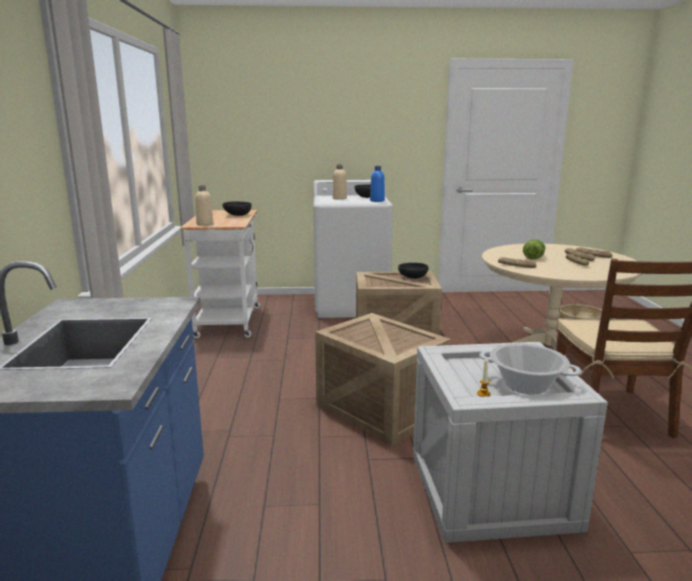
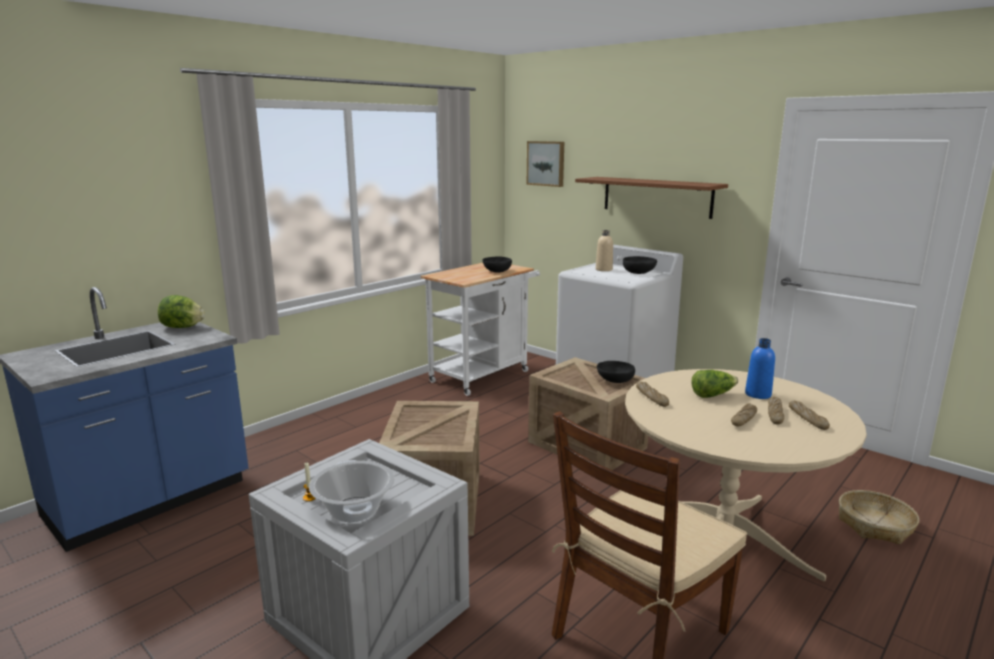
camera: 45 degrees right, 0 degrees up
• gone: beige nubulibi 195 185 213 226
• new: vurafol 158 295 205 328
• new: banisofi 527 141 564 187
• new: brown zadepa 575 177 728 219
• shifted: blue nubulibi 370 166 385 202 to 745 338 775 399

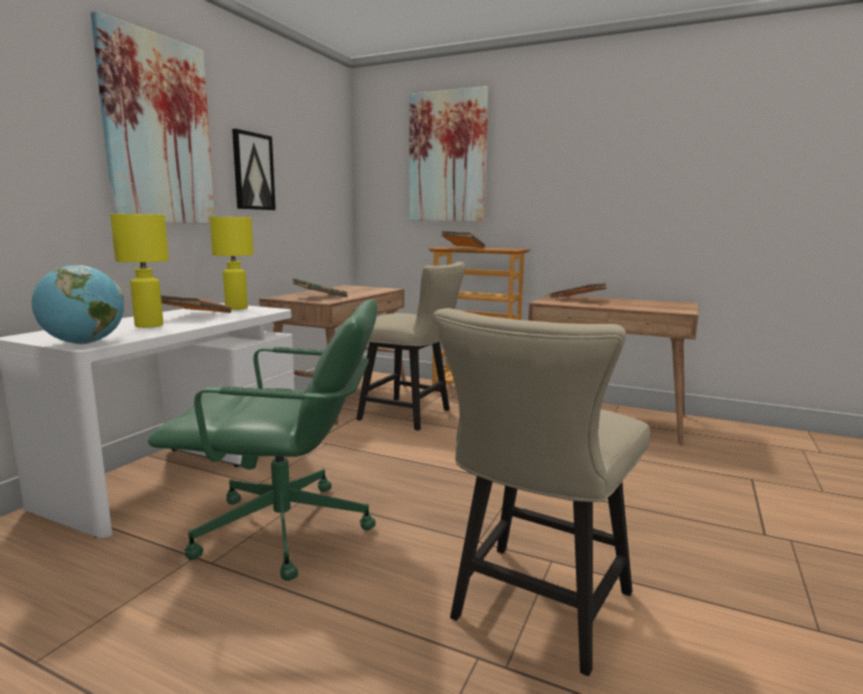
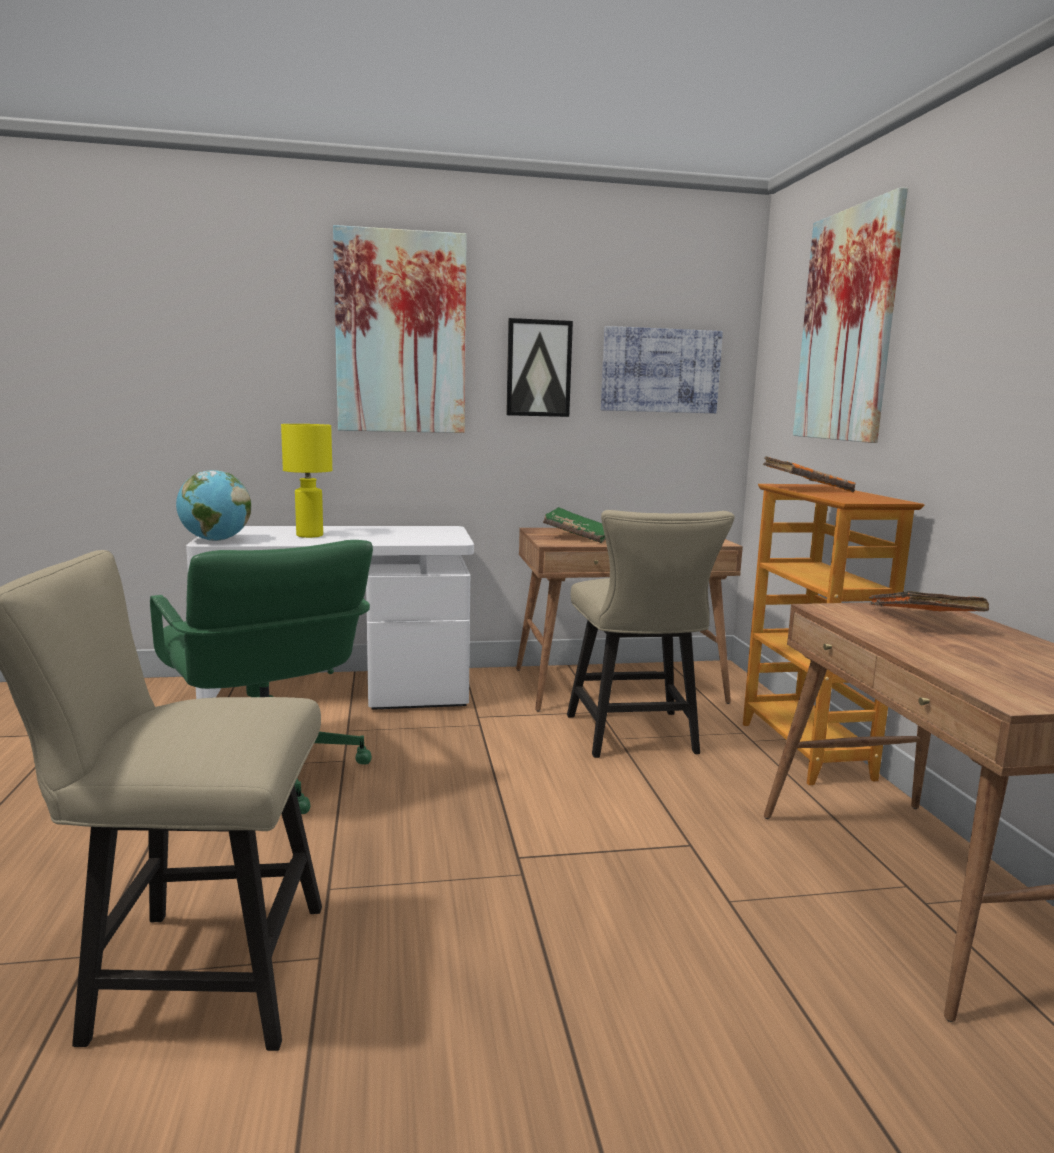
camera: 55 degrees right, 0 degrees up
• gone: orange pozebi 161 295 231 313
• gone: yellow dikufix 209 217 254 310
• new: banisofi 601 326 723 413

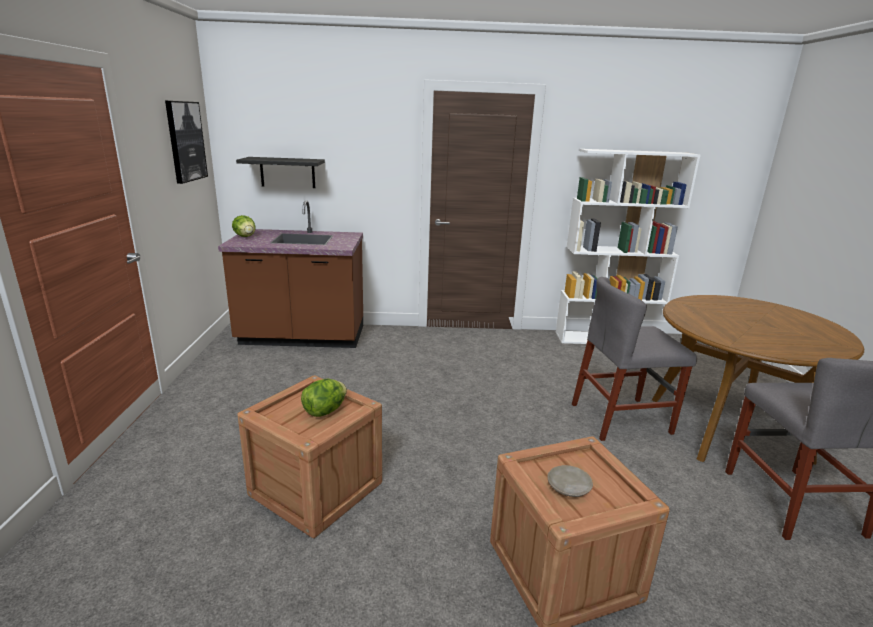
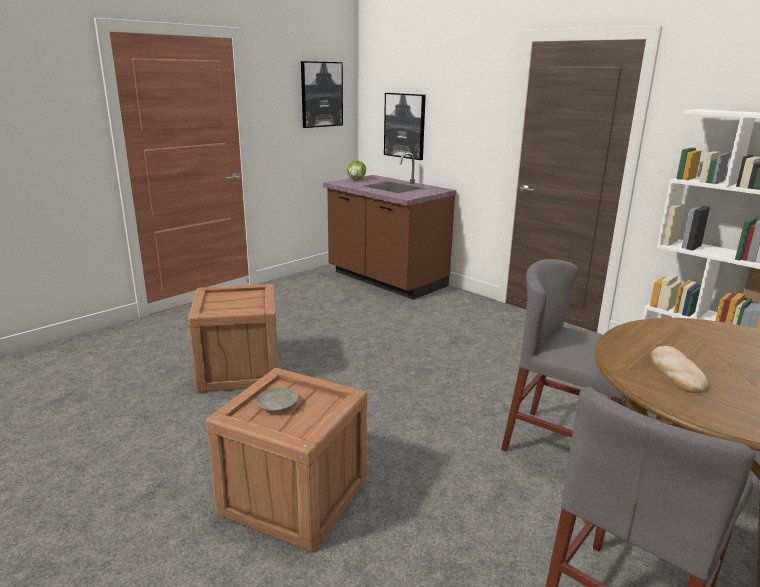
camera: 45 degrees right, 0 degrees up
• gone: vurafol 301 379 347 417
• new: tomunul 650 346 709 393
• swapped: black zadepa 236 157 325 188 to banisofi 384 93 426 160

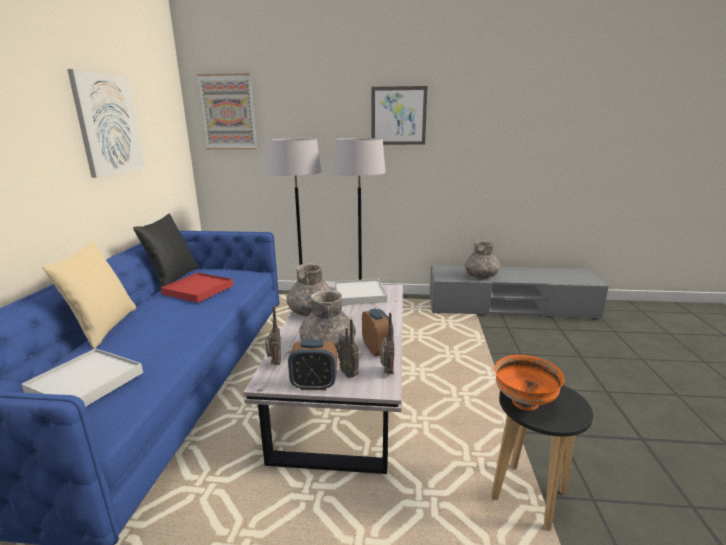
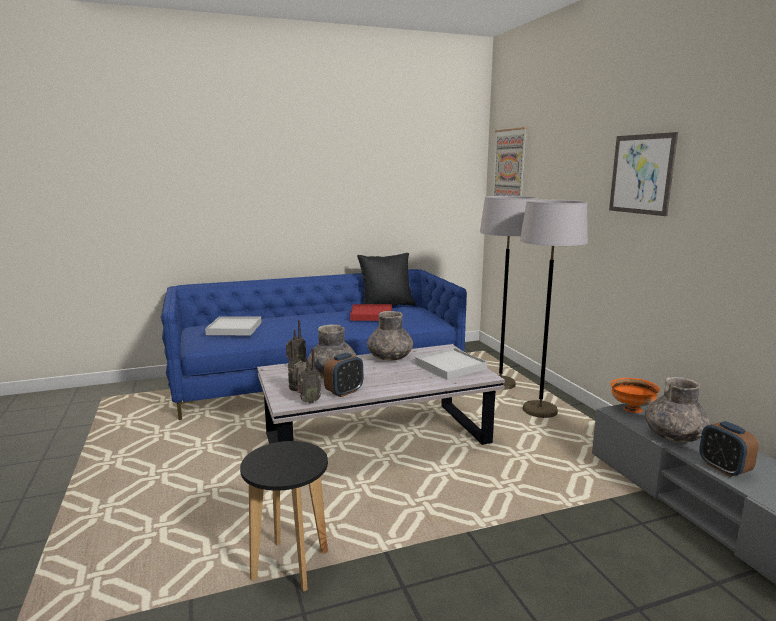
camera: 65 degrees right, 5 degrees down
• gone: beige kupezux 42 241 136 349
• gone: banisofi 67 69 145 178
• shifted: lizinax 288 340 337 390 to 699 421 759 477
• shifted: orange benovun 494 355 565 410 to 610 378 660 413

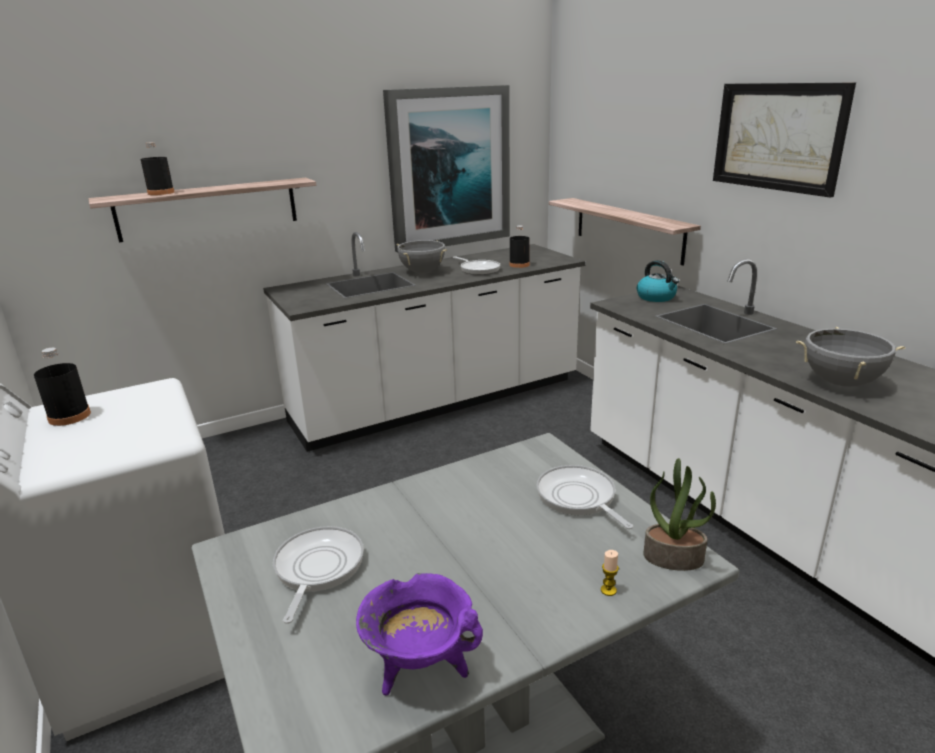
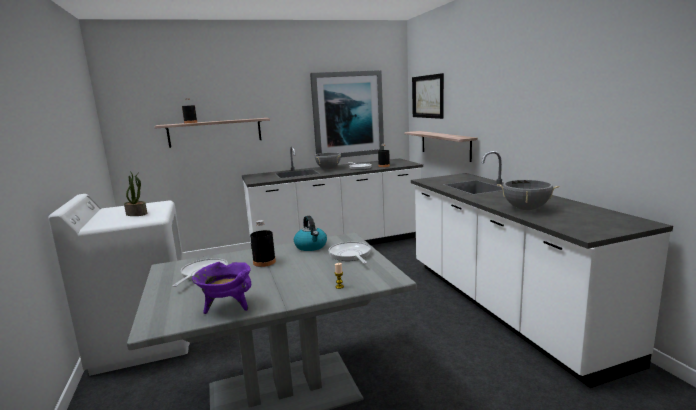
camera: 10 degrees right, 10 degrees down
• shifted: black nubulibi 34 348 91 426 to 250 220 276 267
• shifted: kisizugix 637 260 679 302 to 294 216 327 251
• shifted: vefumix 643 458 716 571 to 124 171 147 216
• shifted: banisofi 713 82 856 197 to 412 73 444 119

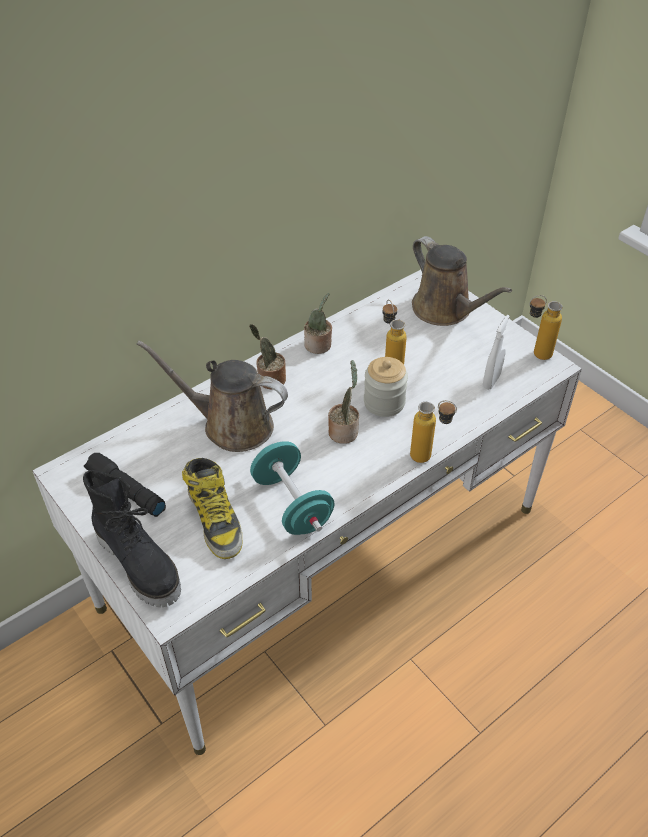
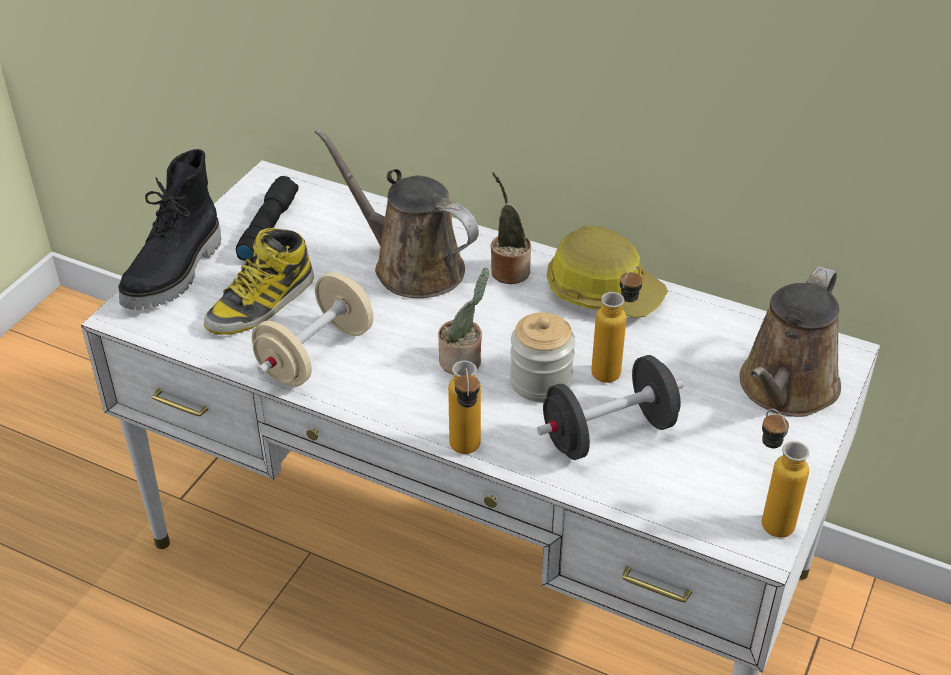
camera: 65 degrees right, 5 degrees down
• gone: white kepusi 483 315 510 390
• new: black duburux 537 355 684 460
• swapped: vefumix 304 293 332 354 to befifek 547 226 668 318
• repainted: turquoise duburux 250 441 335 535 to beige duburux 252 272 373 387
• rotated: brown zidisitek 137 340 288 452 = 315 128 479 298 45 degrees counterclockwise

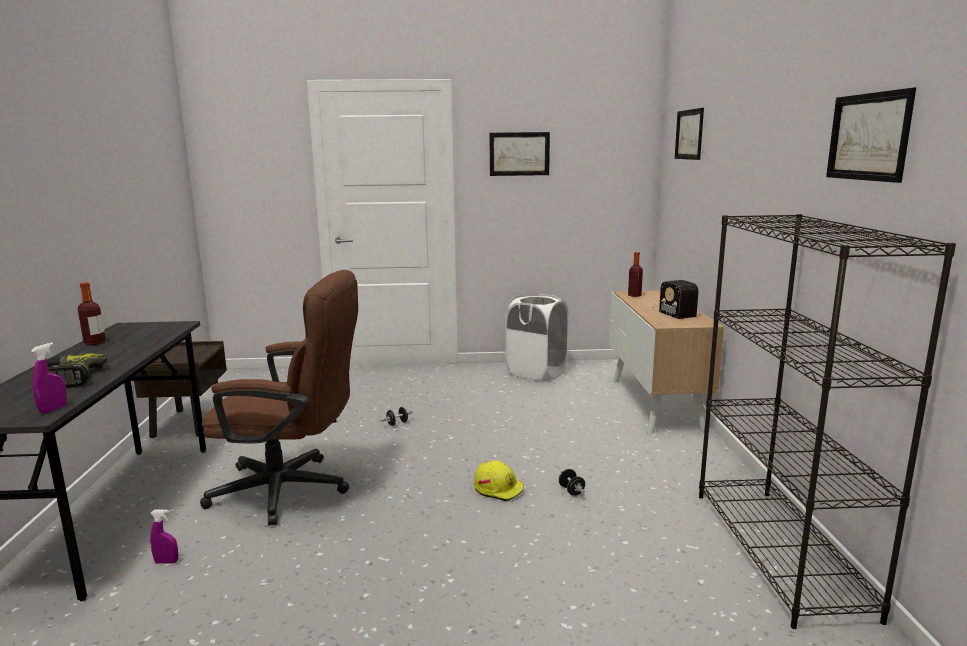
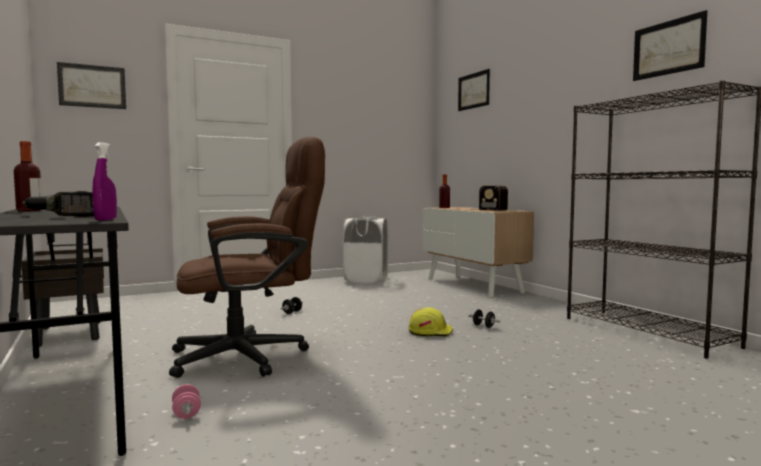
camera: 25 degrees left, 10 degrees down
• shifted: banisofi 489 132 550 176 to 57 62 126 109
• swapped: purple kepusi 150 510 178 564 to pink duburux 172 384 201 419

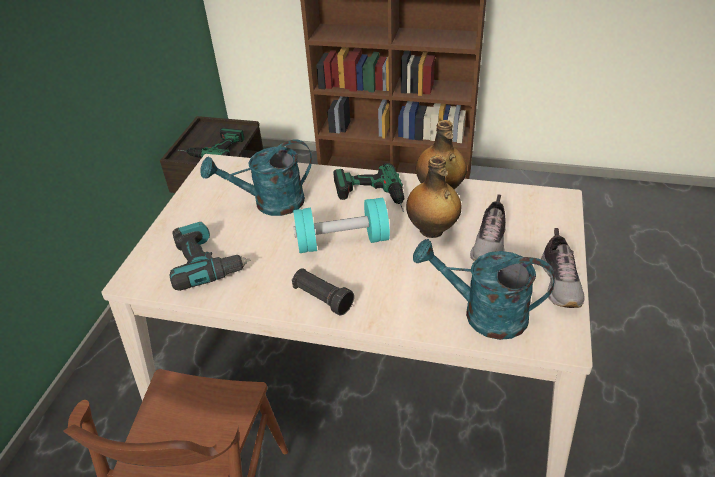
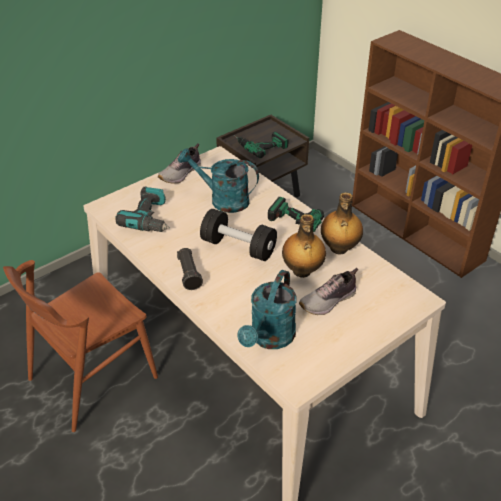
camera: 35 degrees right, 0 degrees up
• shifted: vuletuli 541 228 585 308 to 158 143 201 184
• repainted: turquoise duburux 293 198 390 253 to black duburux 200 209 277 261
• rotated: turquoise zidisitek 413 239 555 340 = 238 270 296 349 120 degrees counterclockwise

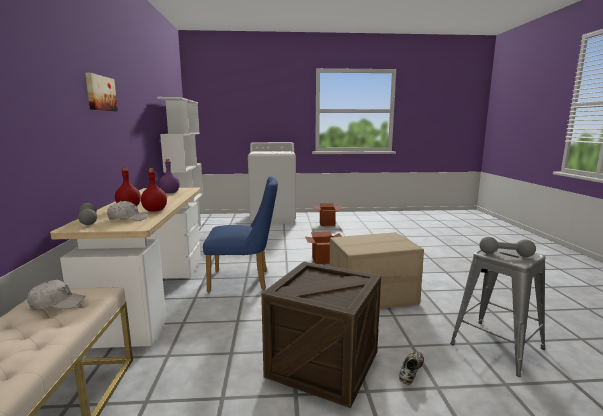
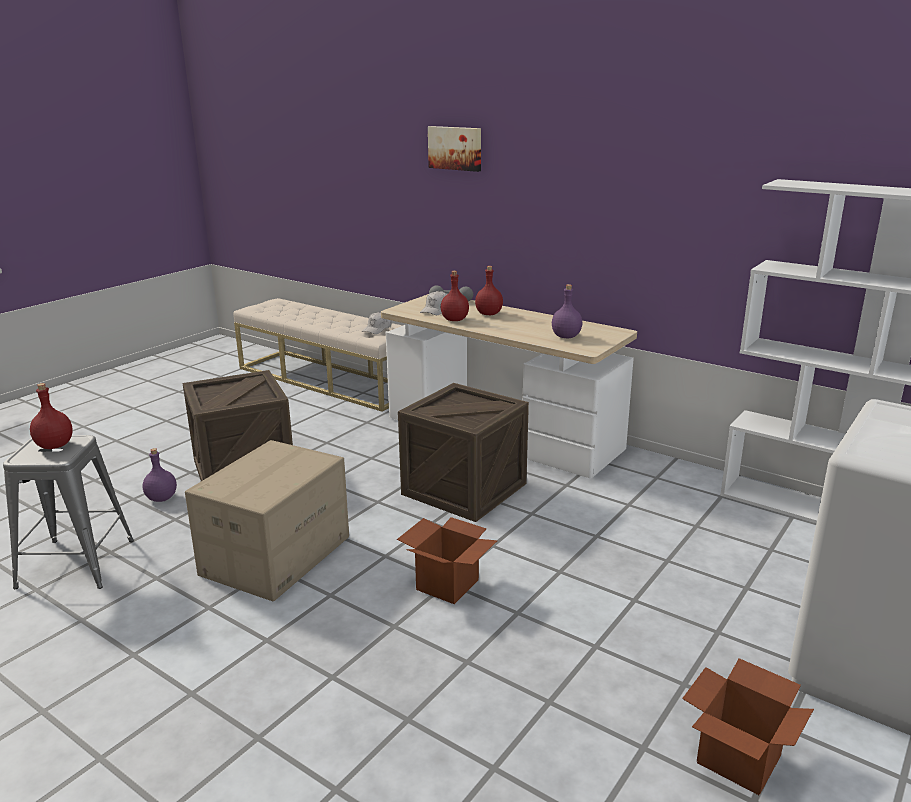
camera: 130 degrees right, 10 degrees up
• shifted: banisofi 85 73 118 111 to 428 126 481 172
• swapped: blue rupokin 203 176 278 292 to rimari 398 383 529 522
• swapped: vuletuli 399 352 424 385 to purple nubulibi 143 448 177 502
• swapped: grey duburux 479 237 536 257 to red nubulibi 30 383 73 449

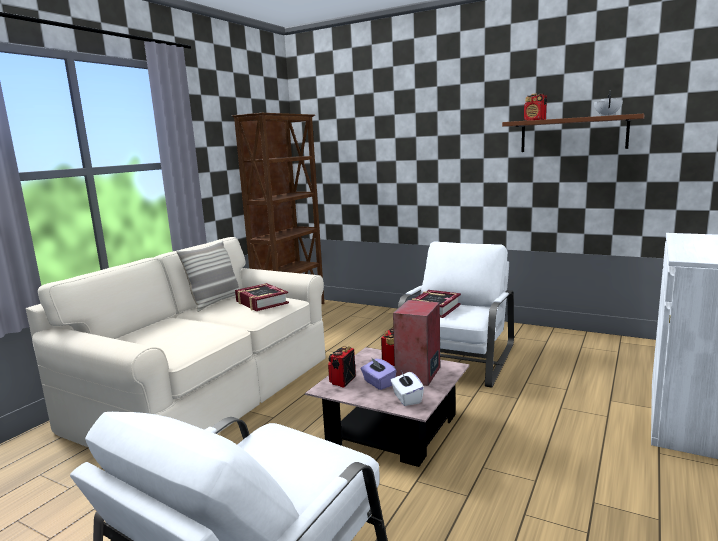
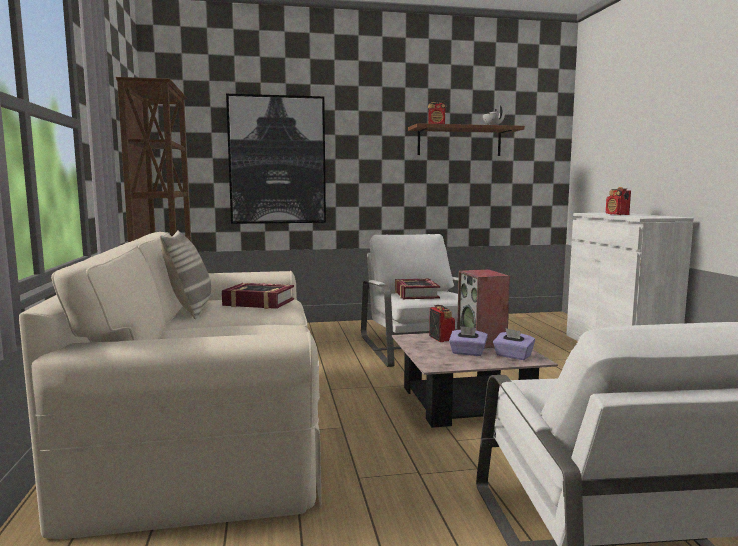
camera: 40 degrees left, 5 degrees down
• new: banisofi 226 94 326 224
• shifted: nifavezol 328 346 356 388 to 606 187 631 215
• repainted: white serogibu 391 369 424 406 to purple serogibu 493 328 535 360

